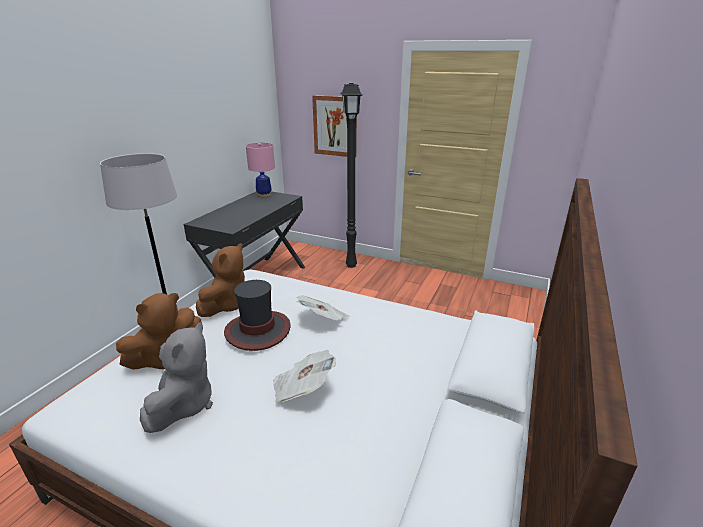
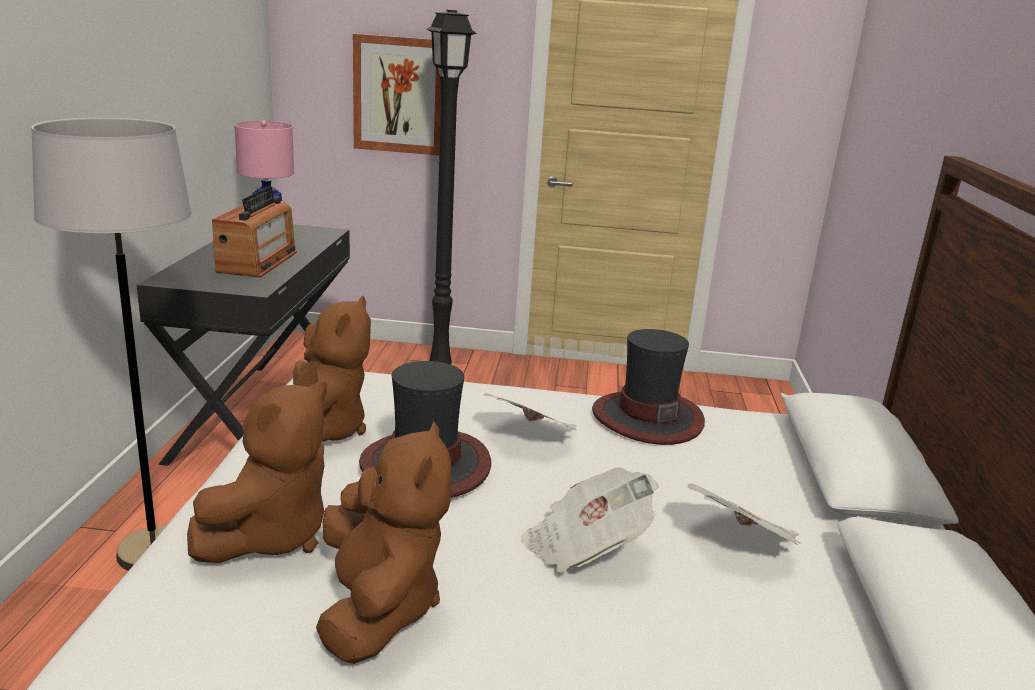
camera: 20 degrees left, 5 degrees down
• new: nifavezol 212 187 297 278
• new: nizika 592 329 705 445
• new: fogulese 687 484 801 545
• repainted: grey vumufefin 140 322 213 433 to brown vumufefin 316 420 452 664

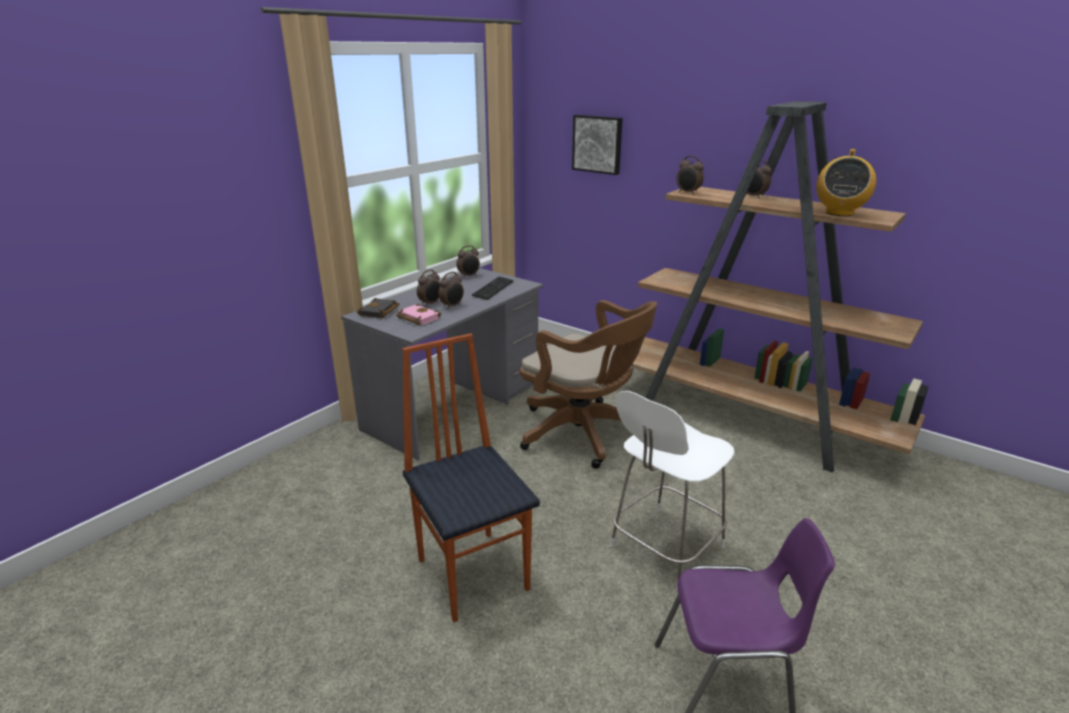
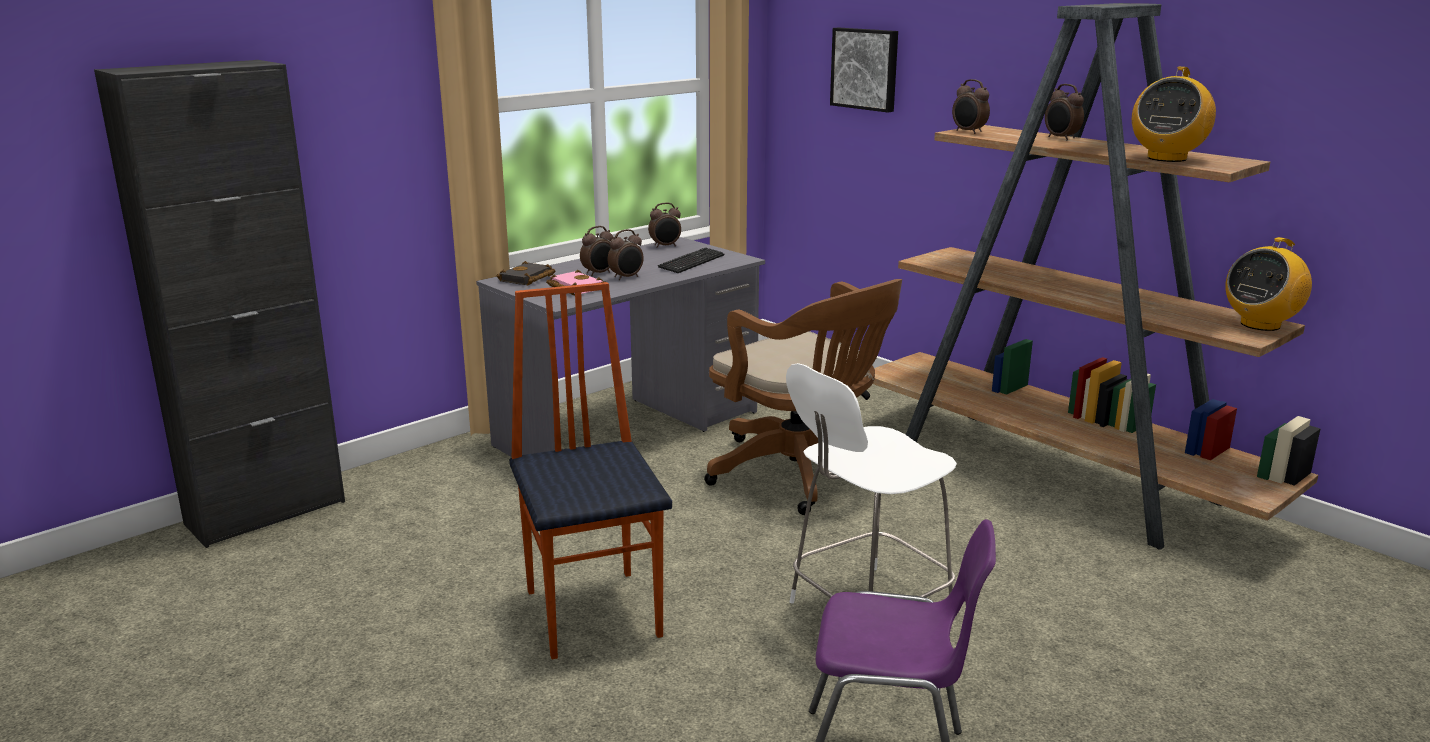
camera: 10 degrees right, 5 degrees down
• new: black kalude 94 60 345 548
• new: nifavezol 1225 237 1312 331

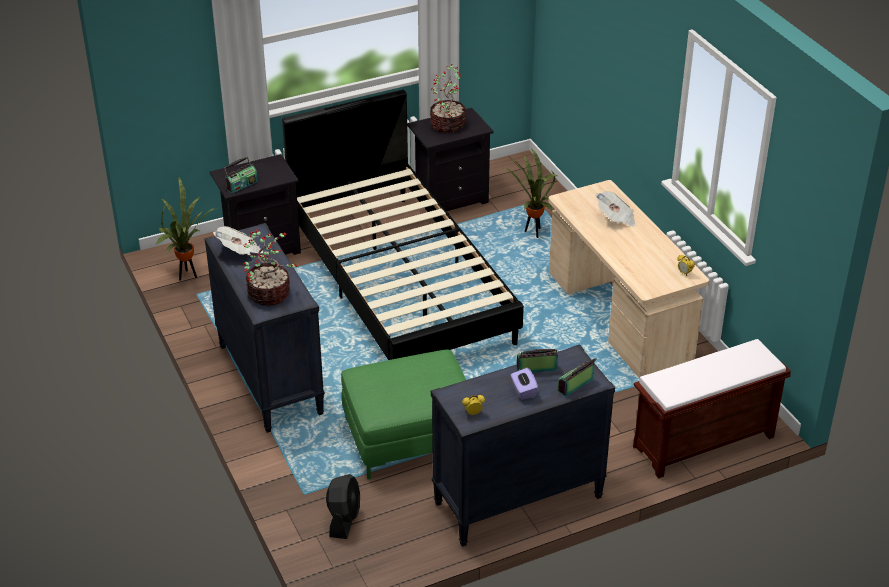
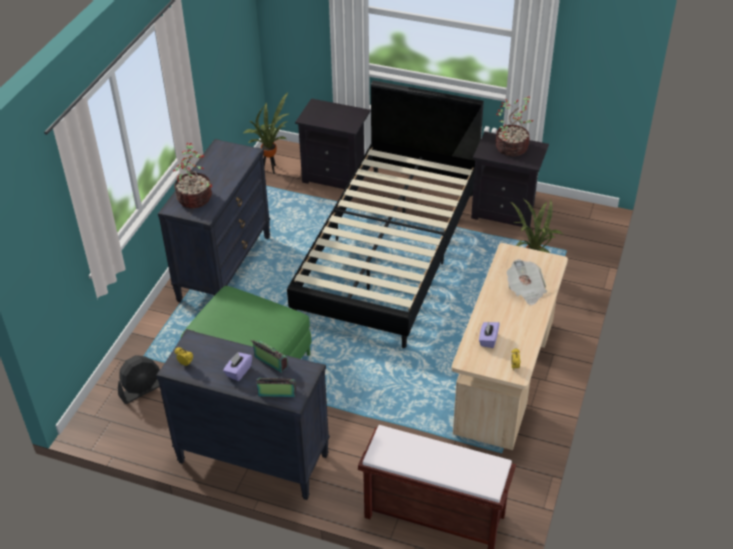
camera: 45 degrees right, 5 degrees up
• gone: fogulese 213 226 263 255
• gone: nifavezol 224 156 258 194
• new: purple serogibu 479 321 500 348

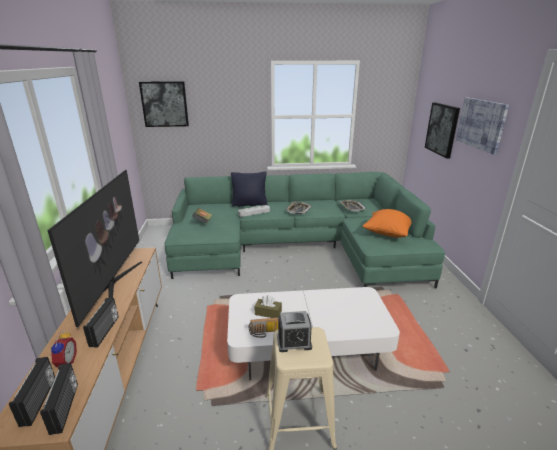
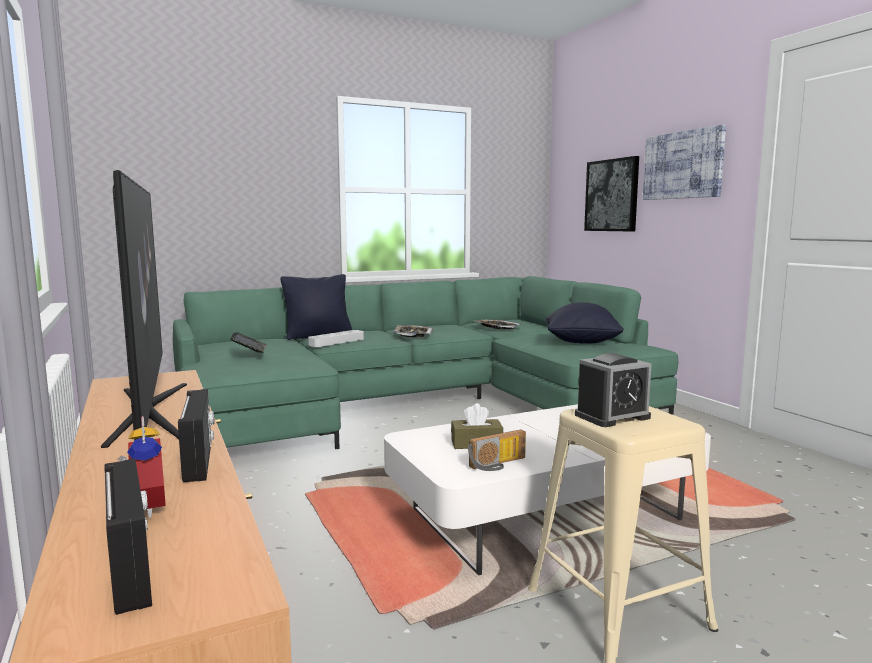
camera: 20 degrees left, 15 degrees down
• gone: nifavezol 40 363 78 435
• gone: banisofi 139 81 189 127
• repainted: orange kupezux 363 209 411 237 to black kupezux 546 302 624 344

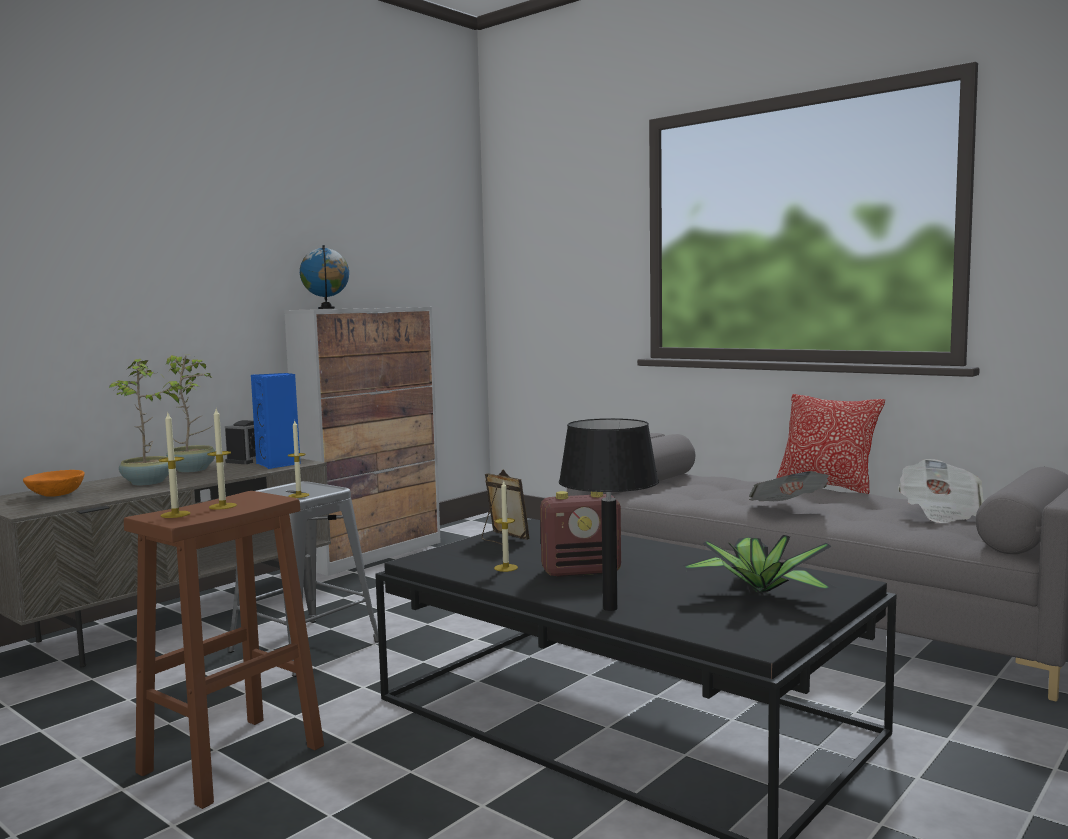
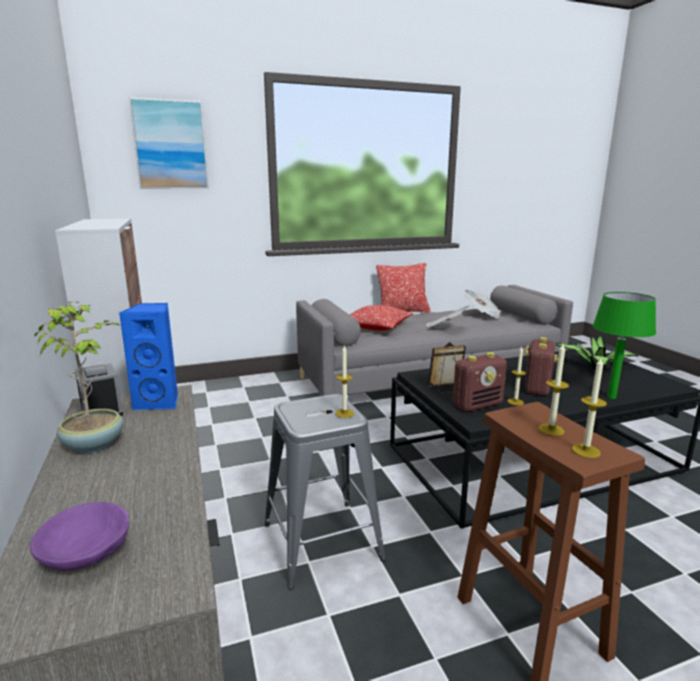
camera: 60 degrees left, 10 degrees up
• gone: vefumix 109 359 184 485
• gone: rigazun 300 245 349 309
• new: banisofi 129 97 209 188
• new: kupezux 350 305 413 331
• new: nifavezol 453 352 507 412
• repainted: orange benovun 23 470 85 497 to purple benovun 30 502 129 571
• repainted: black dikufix 559 418 659 611 to green dikufix 593 292 656 399

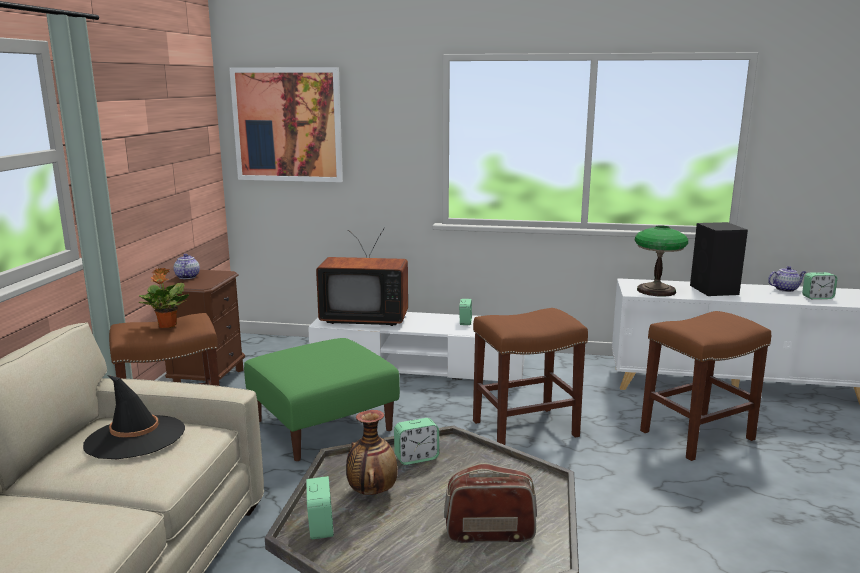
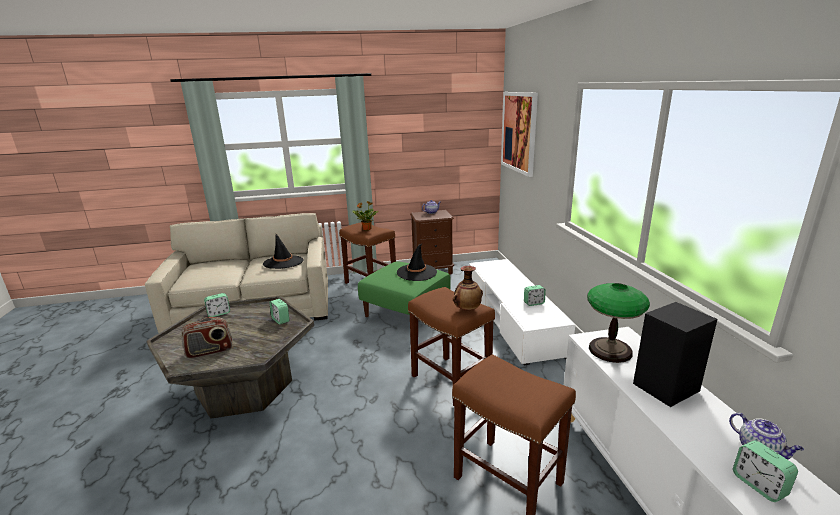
camera: 70 degrees right, 5 degrees up
• gone: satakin 316 227 408 326
• new: black nizika 397 243 437 281
• shifted: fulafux 346 410 398 495 to 453 266 483 311
• rotated: nifavezol 444 463 537 543 = 181 317 232 359 90 degrees clockwise

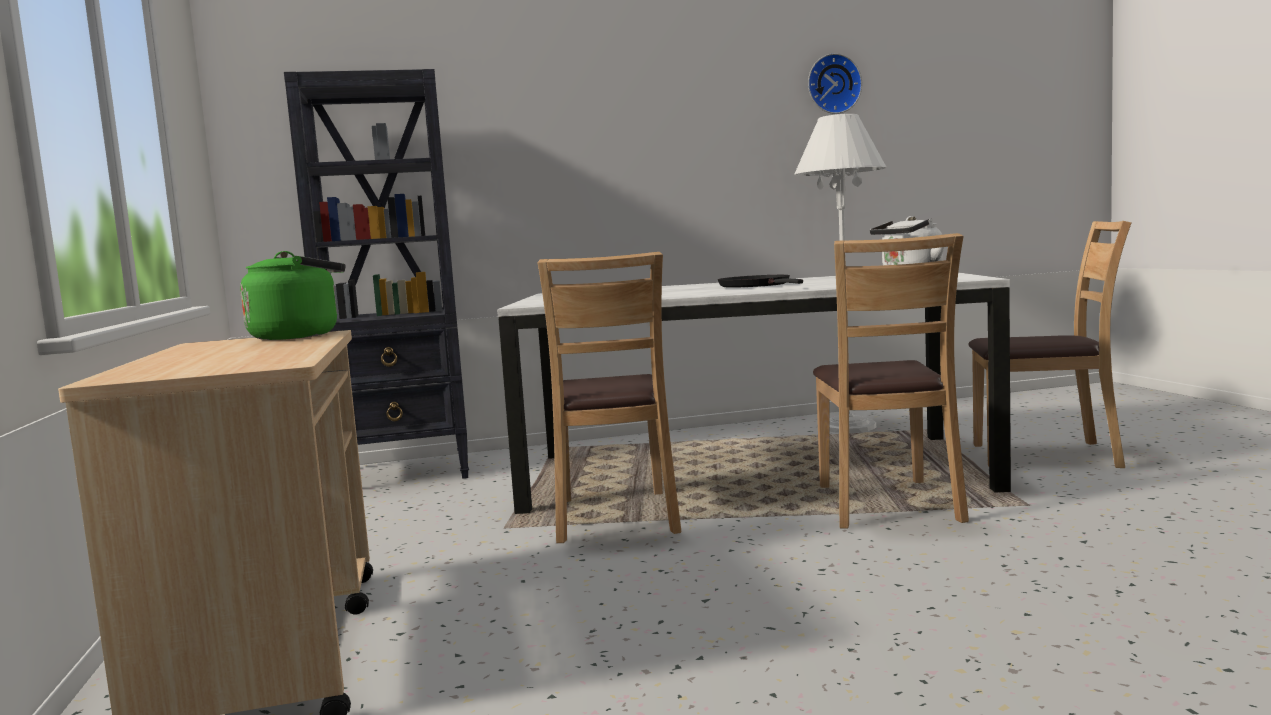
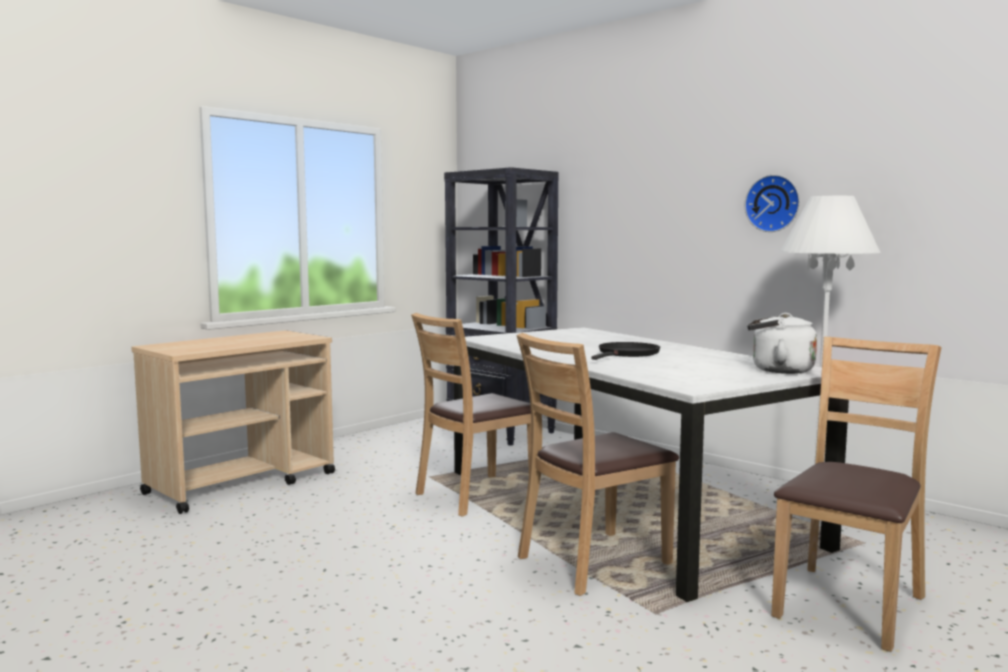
camera: 55 degrees right, 0 degrees up
• gone: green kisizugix 240 251 346 340
• shifted: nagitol 808 53 862 114 to 745 175 800 232
• rotated: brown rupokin 968 221 1132 468 = 771 337 942 652 120 degrees counterclockwise

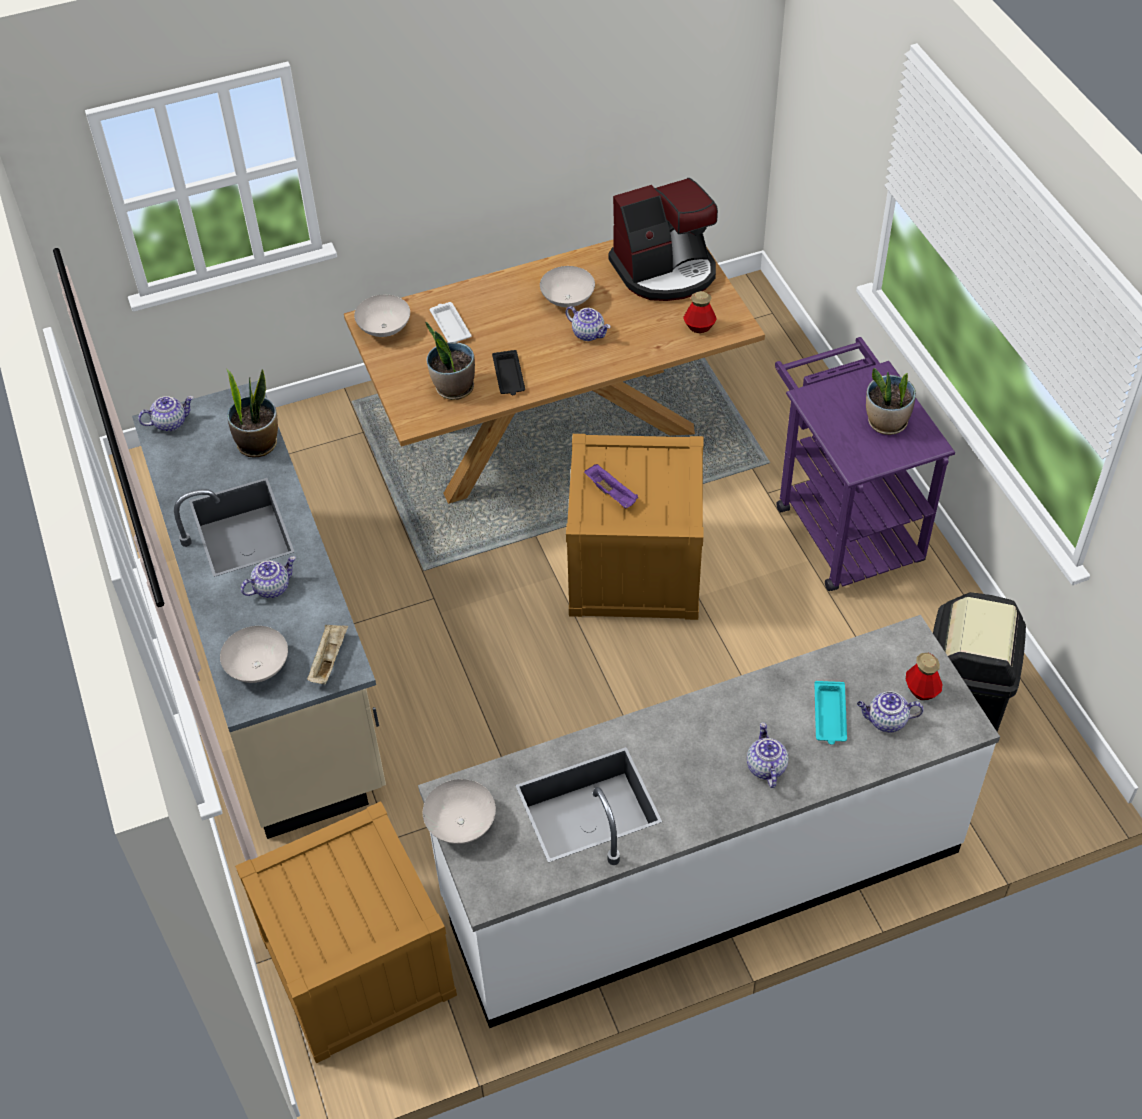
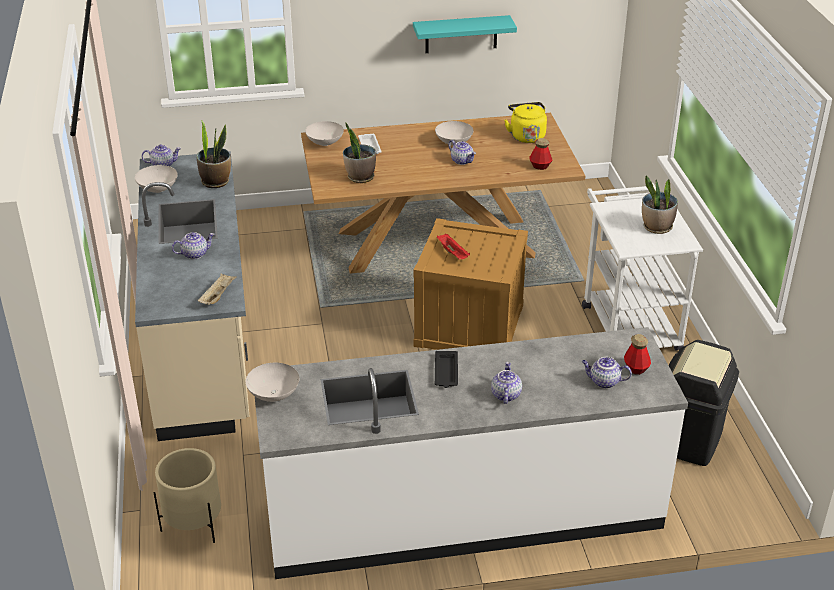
camera: 10 degrees right, 15 degrees down
• gone: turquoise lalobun 814 681 847 745
• new: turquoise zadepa 413 15 517 53
• shifted: white benovun 220 626 288 683 to 135 165 178 193
• shifted: black lalobun 492 350 525 395 to 435 351 458 388
• swapped: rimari 235 801 457 1063 to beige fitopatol 154 448 221 543
• swapped: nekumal 608 178 718 301 to yellow kisizugix 504 102 547 143
• repainted: purple lalobun 584 464 638 509 to red lalobun 437 234 470 260
• repainted: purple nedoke 775 337 955 591 to white nedoke 582 183 703 351

